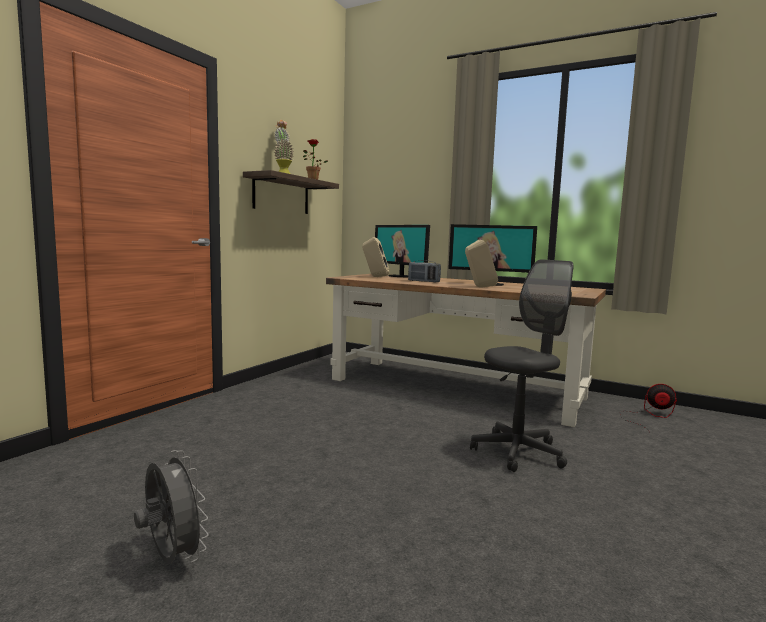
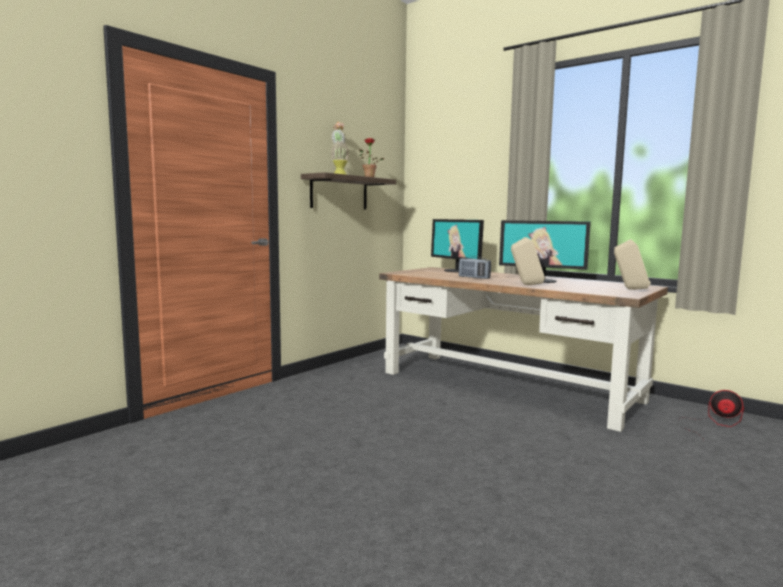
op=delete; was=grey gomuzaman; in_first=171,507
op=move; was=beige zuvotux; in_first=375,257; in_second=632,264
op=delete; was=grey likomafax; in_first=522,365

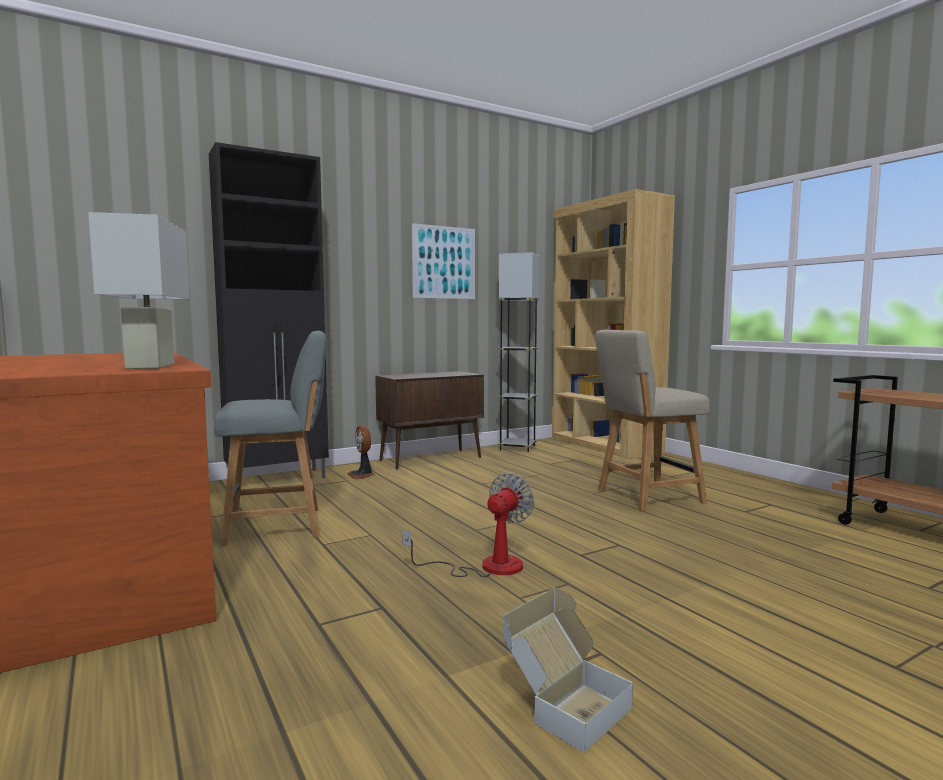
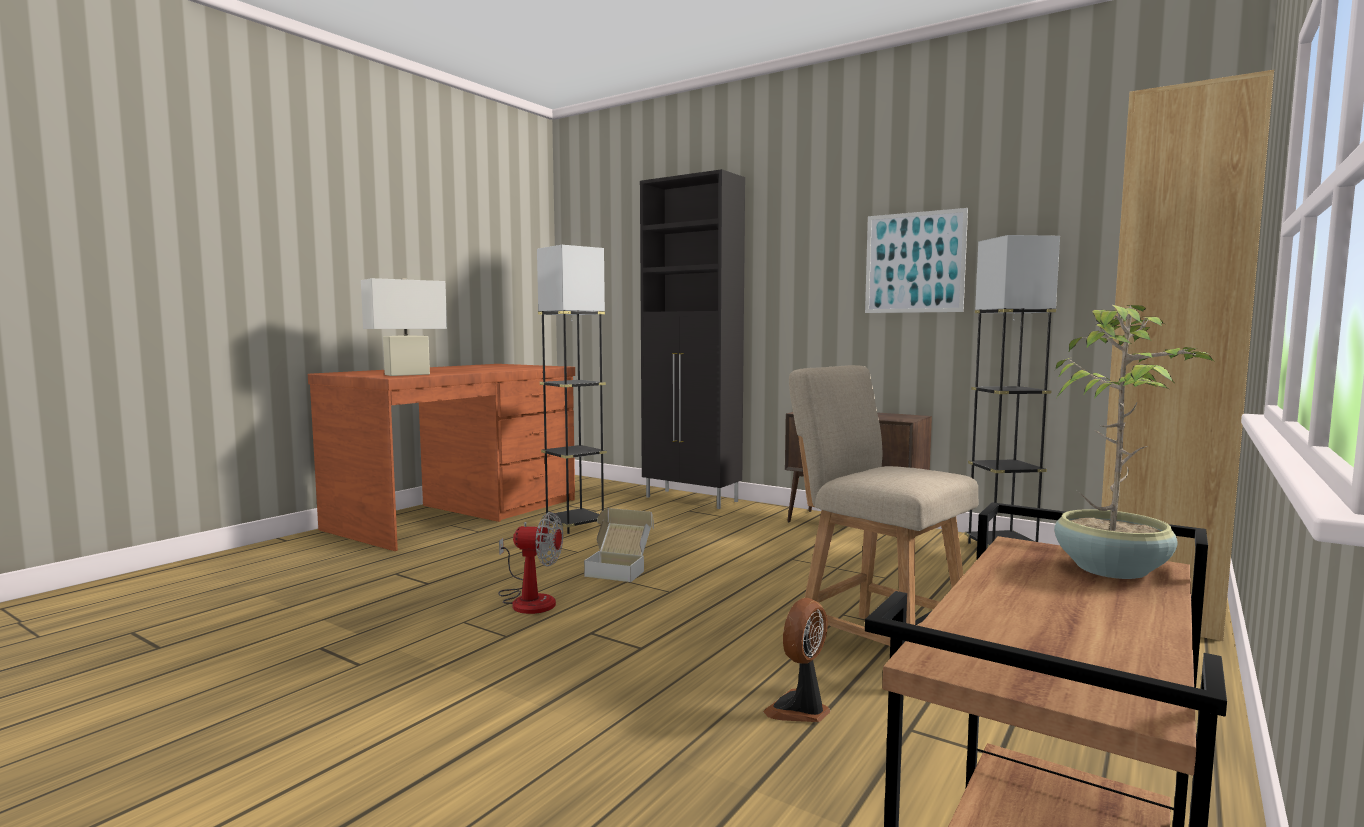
op=replace; was=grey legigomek; now=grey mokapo; in_first=270,438; in_second=572,389
op=move; was=gomuzaman; in_first=361,452; in_second=796,660
op=move; was=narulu; in_first=568,670; in_second=619,545
op=insert; now=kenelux; in_second=1134,442

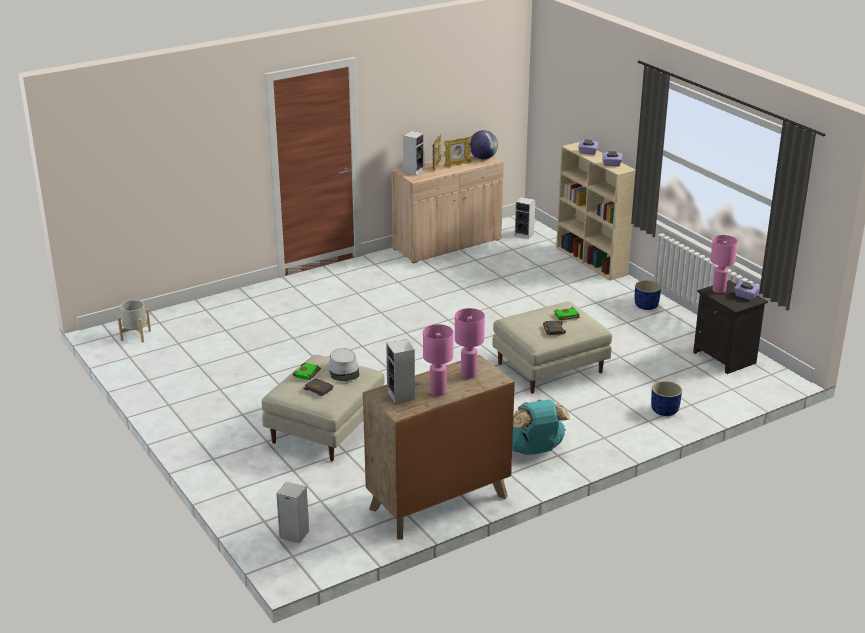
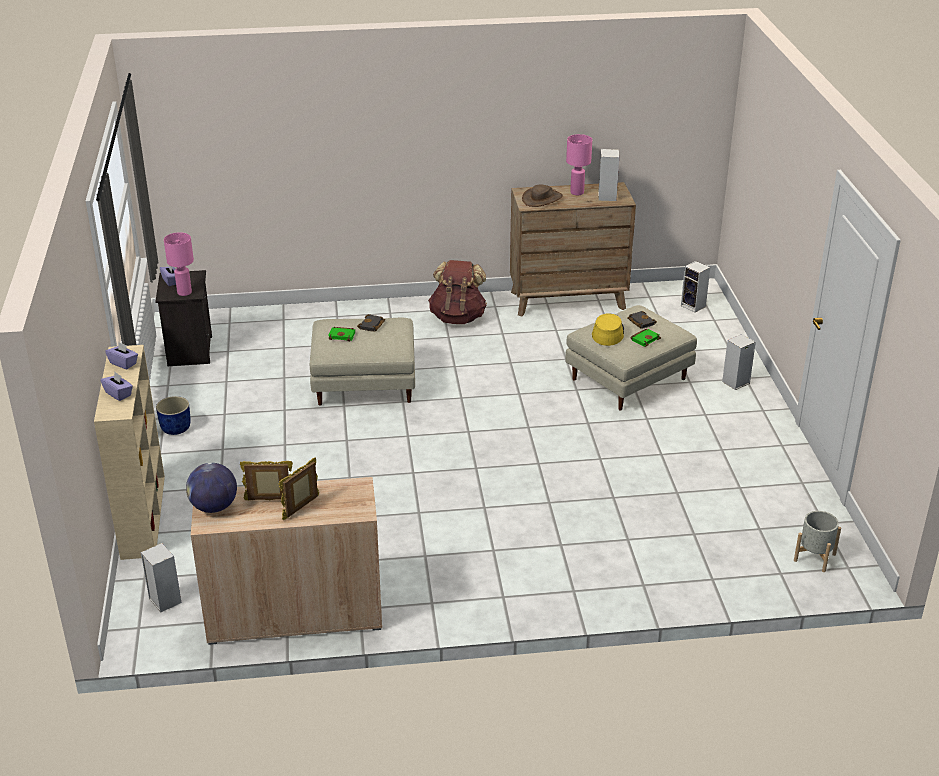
op=recolor; was=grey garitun; now=yellow garitun; in_first=344,364; in_second=608,329
op=move; was=zuvotux; in_first=413,153; in_second=739,362
op=replace; was=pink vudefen; now=brown garitun; in_first=470,343; in_second=542,195
op=recolor; was=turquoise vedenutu; now=brown vedenutu; in_first=541,427; in_second=457,292
op=delete; was=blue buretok; in_first=666,398

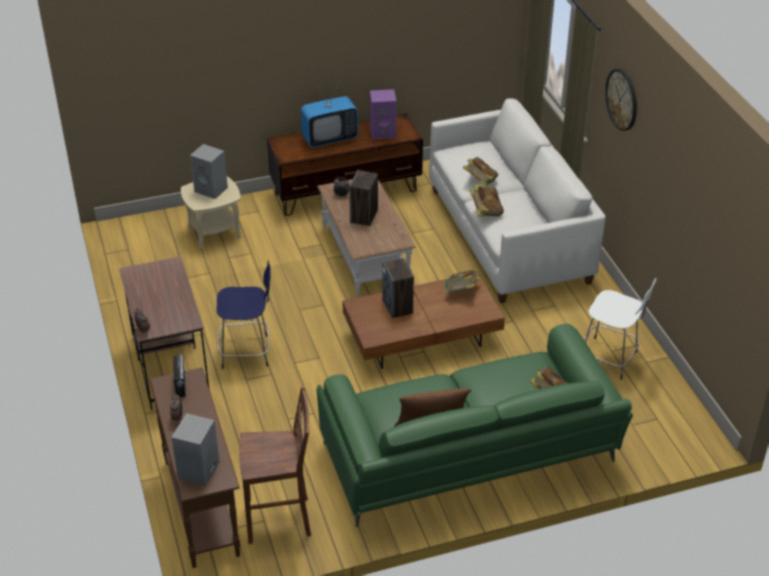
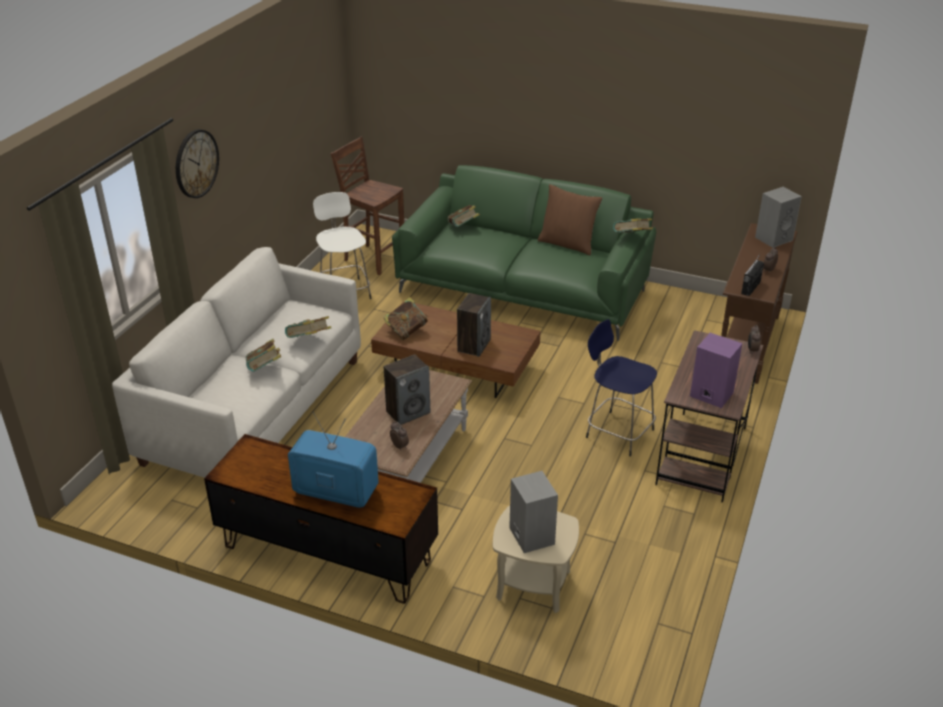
op=move; was=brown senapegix; in_first=275,465; in_second=367,206
op=move; was=purple zuvotux; in_first=383,114; in_second=716,370
op=insert; now=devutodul; in_second=633,225

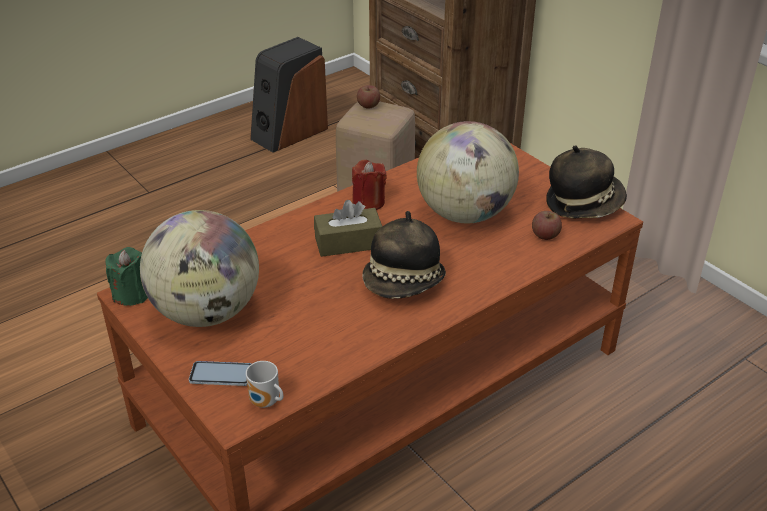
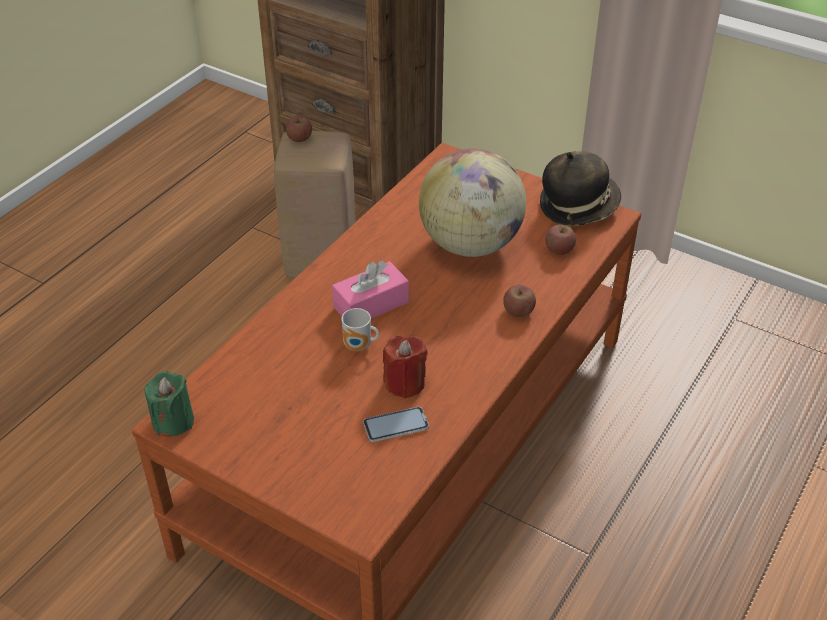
op=delete; was=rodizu; in_first=199,268
op=move; was=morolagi; in_first=220,373; in_second=396,424
op=move; was=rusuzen; in_first=265,384; in_second=360,329
op=delete; was=zuvotux; in_first=289,95
op=recolor; was=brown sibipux; now=pink sibipux; in_first=348,228; in_second=370,289
op=move; was=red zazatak; in_first=369,185; in_second=405,367
op=delete; was=garitun; in_first=404,255
op=insert; now=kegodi; in_second=519,301

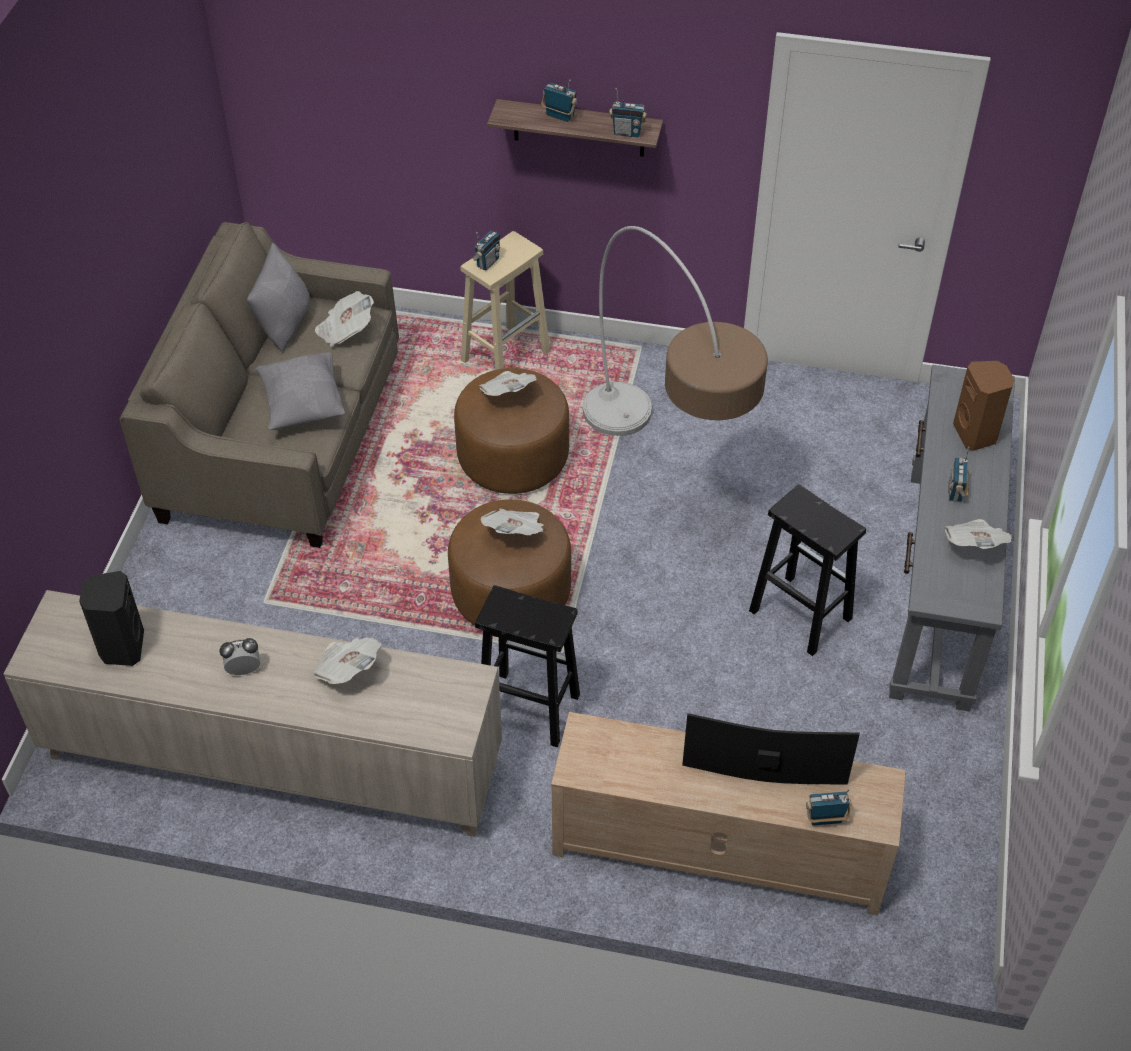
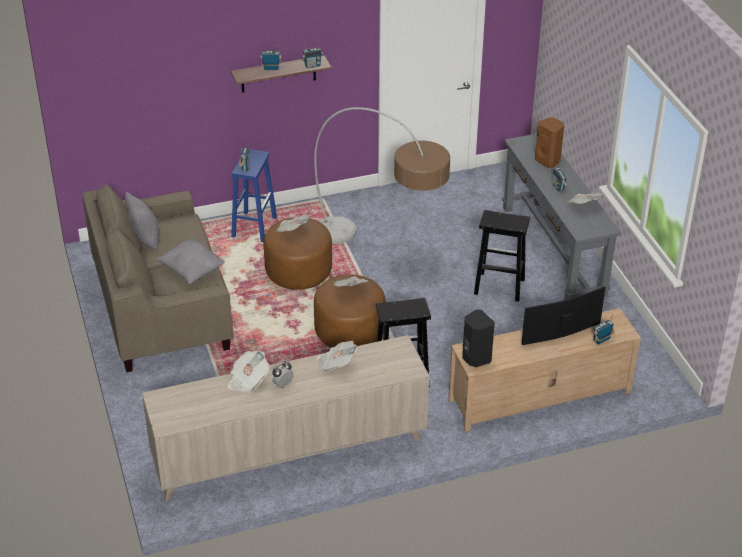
op=move; was=black zuvotux; in_first=111,618; in_second=479,338
op=move; was=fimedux; in_first=344,319; in_second=249,372
op=recolor; was=beige senapegix; now=blue senapegix; in_first=505,300; in_second=254,195

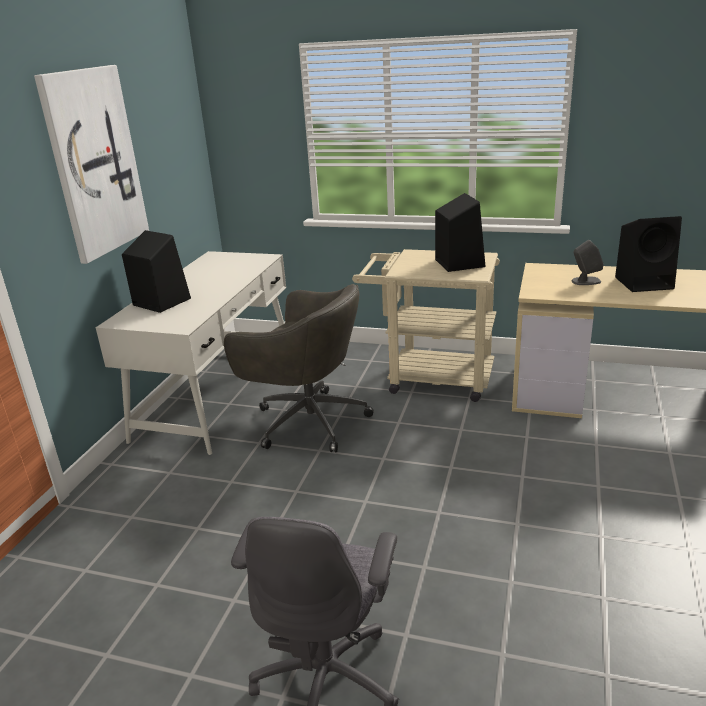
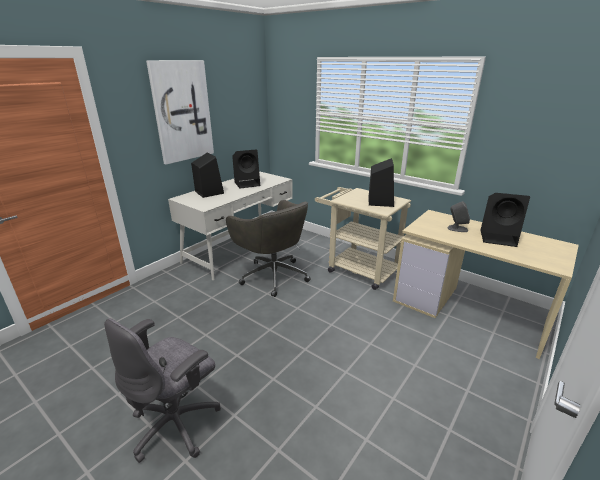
op=insert; now=black zuvotux; in_second=246,168

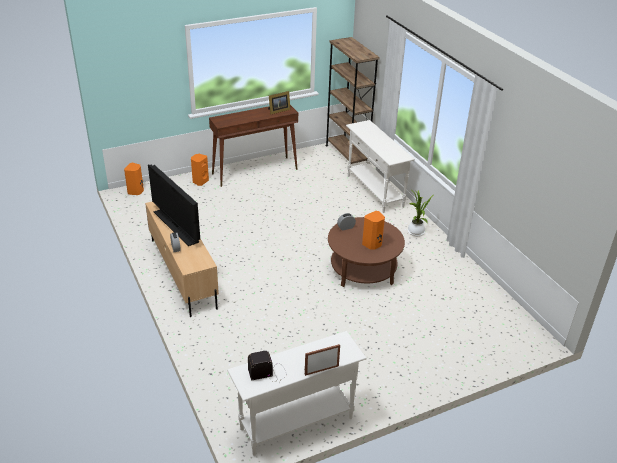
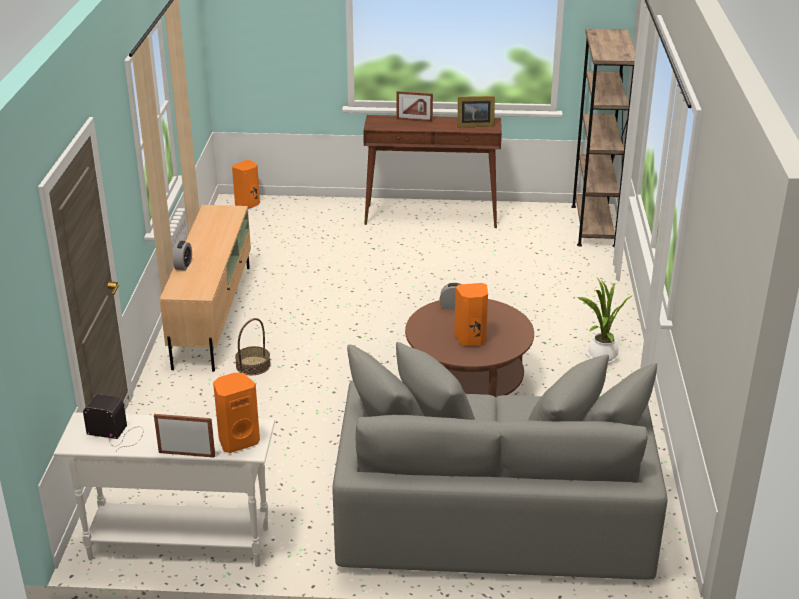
op=delete; was=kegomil; in_first=174,205
op=move; was=orange zuvotux; in_first=200,170; in_second=236,413
op=delete; was=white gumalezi; in_first=380,166
op=insert; now=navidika; in_second=253,346
op=insert; now=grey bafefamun; in_second=499,461
op=insert; now=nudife; in_second=415,106

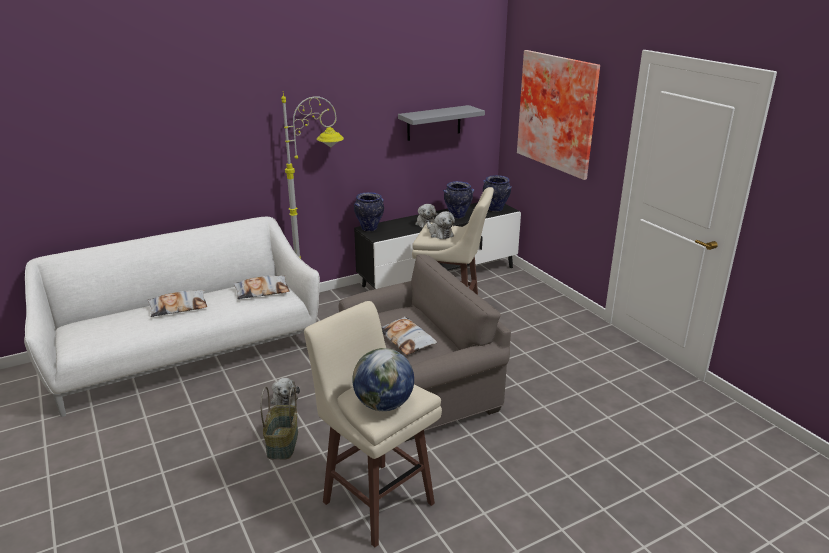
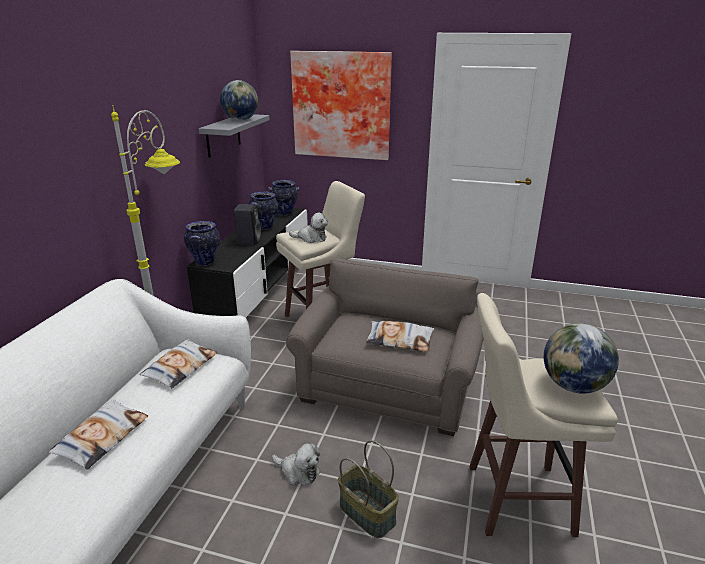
op=replace; was=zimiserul; now=black zuvotux; in_first=426,216; in_second=247,224
op=insert; now=rodizu; in_second=239,100

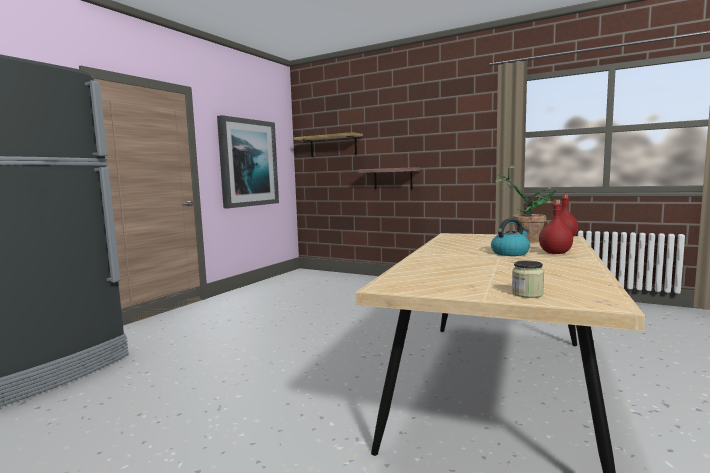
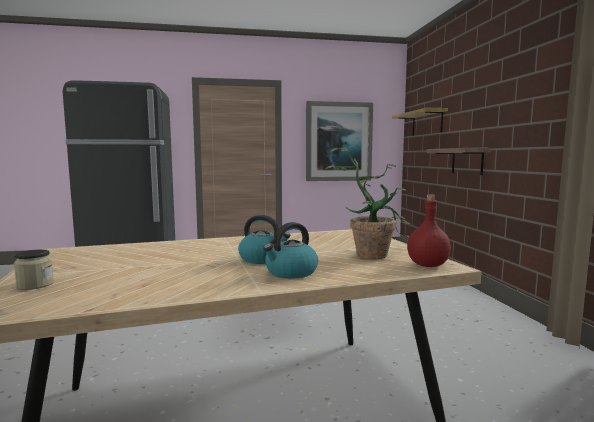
op=replace; was=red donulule; now=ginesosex; in_first=556,226; in_second=290,250

